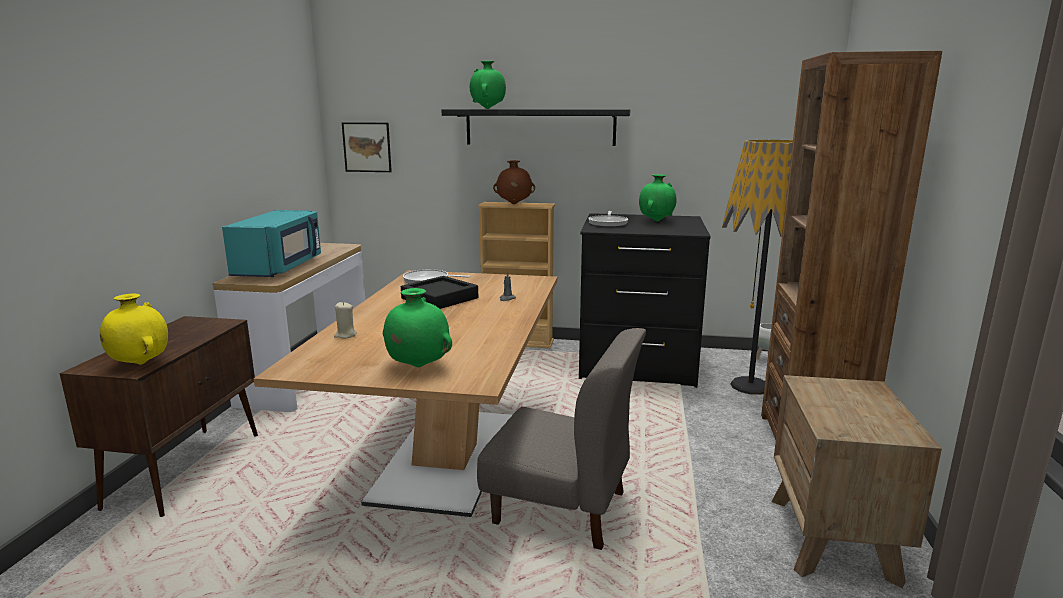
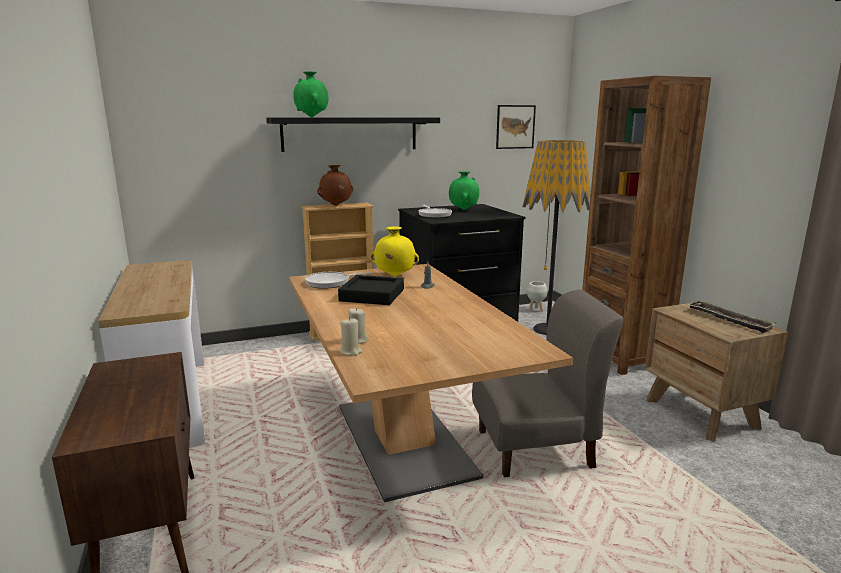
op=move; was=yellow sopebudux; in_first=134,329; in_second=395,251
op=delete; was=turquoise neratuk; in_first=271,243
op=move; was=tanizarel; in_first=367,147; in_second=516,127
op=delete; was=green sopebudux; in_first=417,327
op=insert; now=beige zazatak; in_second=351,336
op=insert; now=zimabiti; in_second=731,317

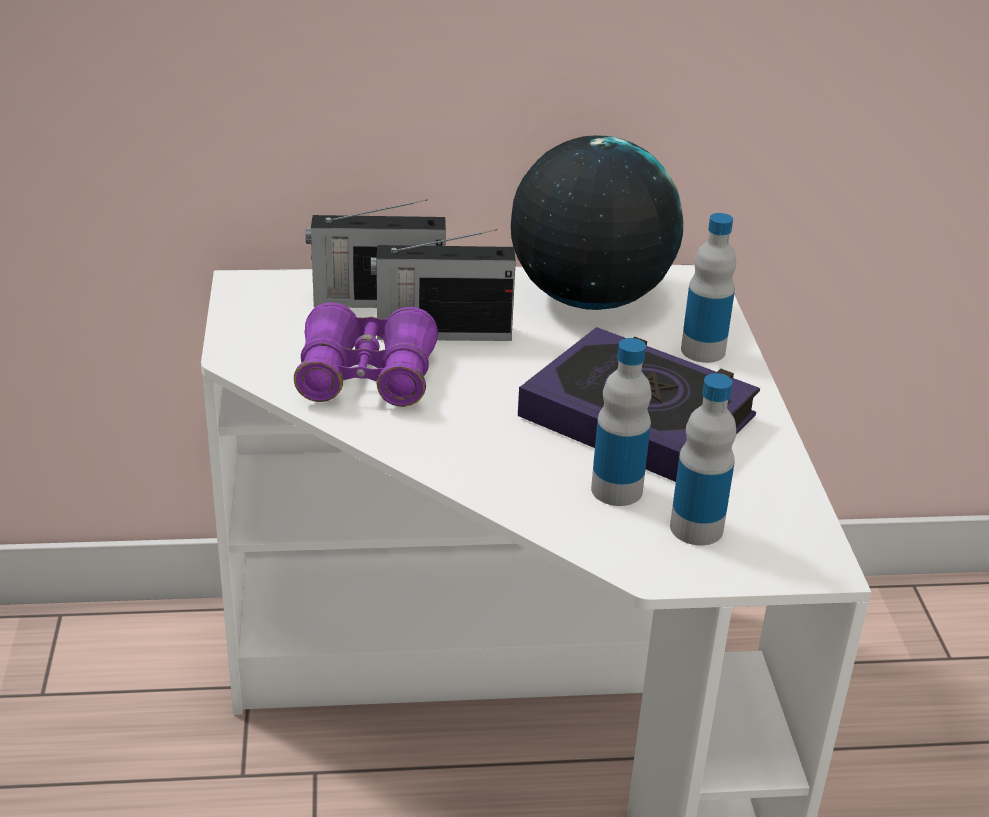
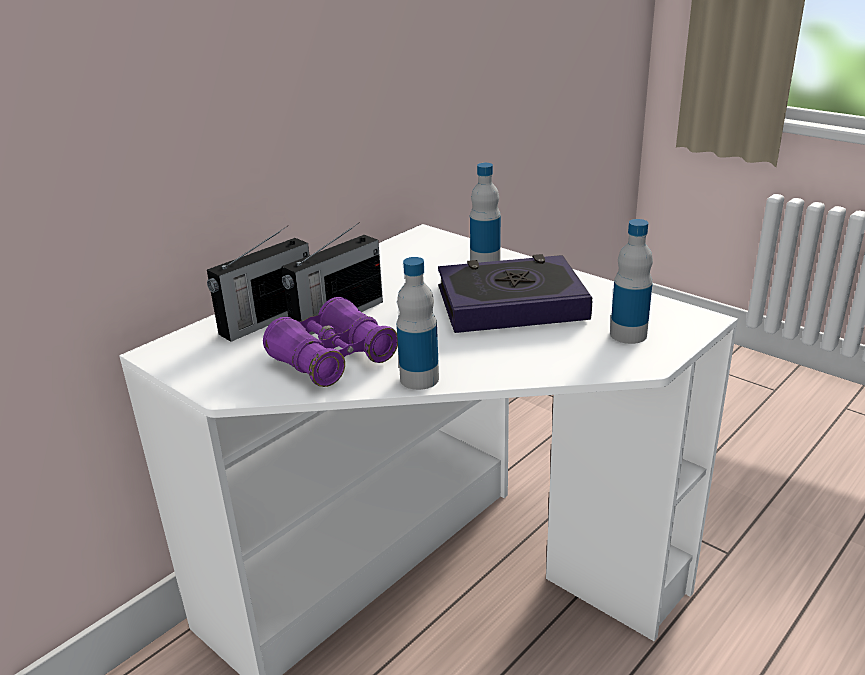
op=delete; was=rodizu; in_first=597,222
op=move; was=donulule; in_first=621,422; in_second=418,323

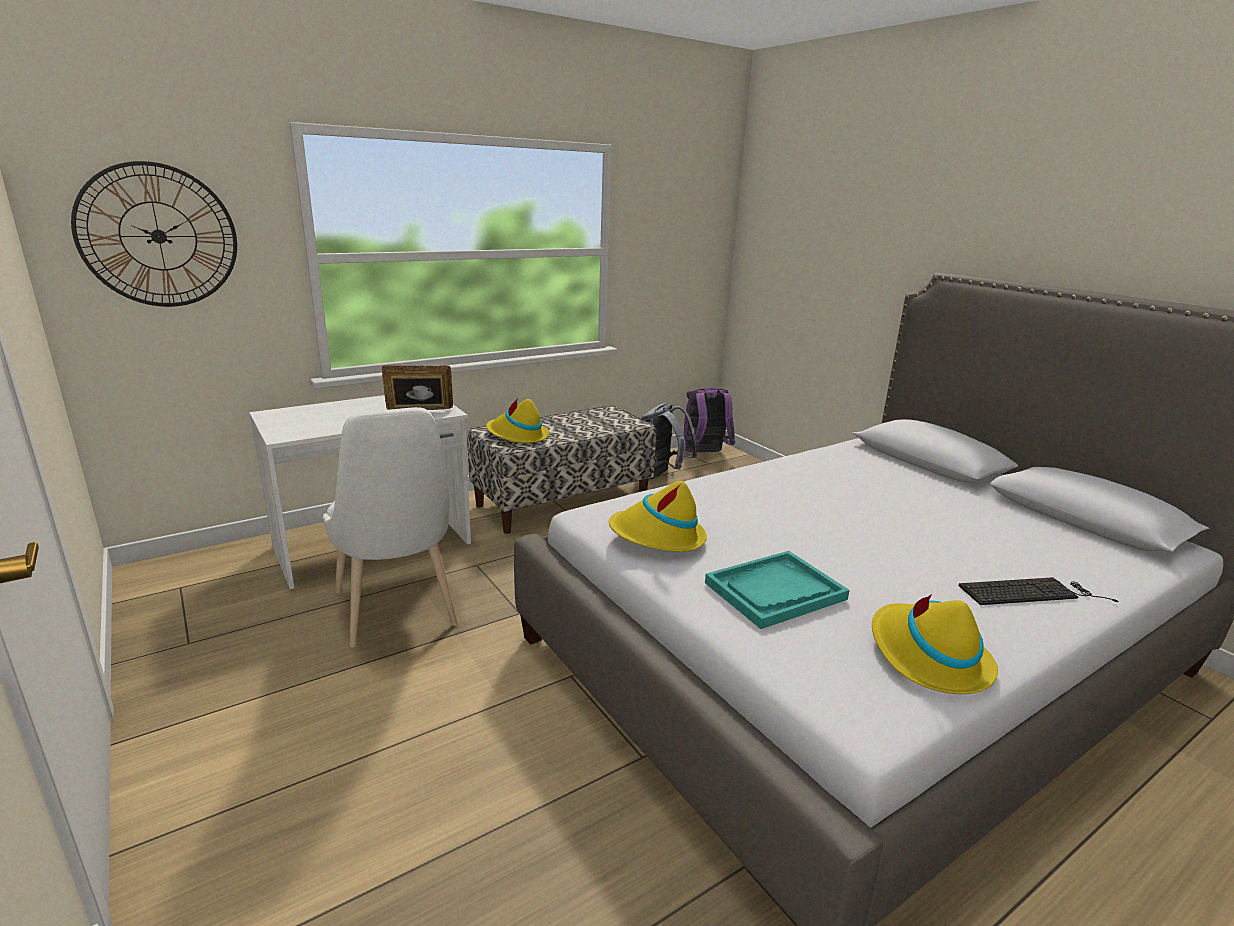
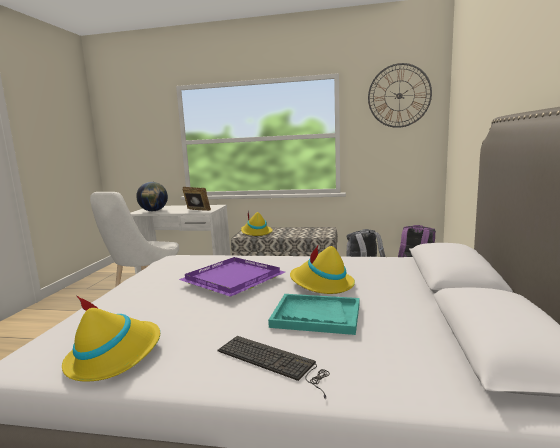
op=move; was=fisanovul; in_first=154,234; in_second=400,95
op=move; was=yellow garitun; in_first=658,516; in_second=322,270
op=move; was=turquoise zimabiti; in_first=777,590; in_second=313,314
op=insert; now=rodizu; in_second=152,196
op=insert; now=purple zimabiti; in_second=232,277

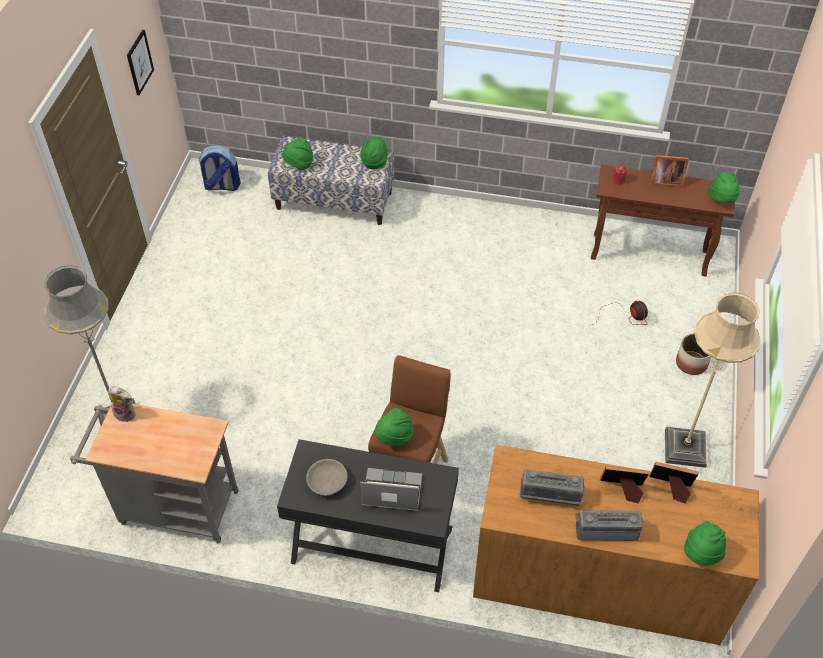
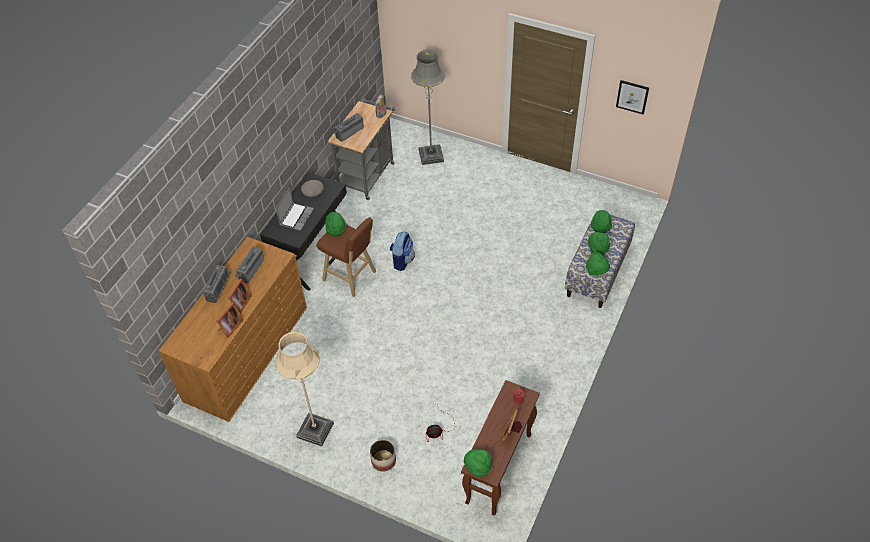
op=move; was=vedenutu; in_first=219,168; in_second=402,251
op=move; was=green garitun; in_first=705,543; in_second=599,243
op=insert; now=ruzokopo; in_second=348,127

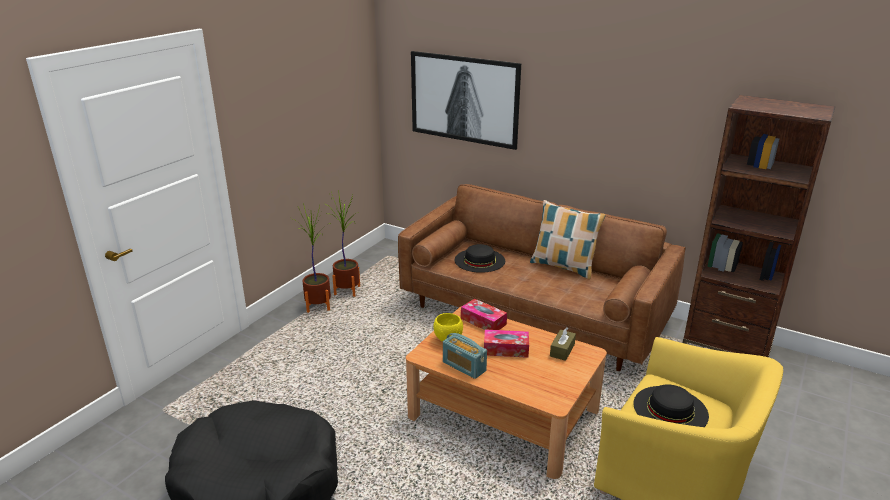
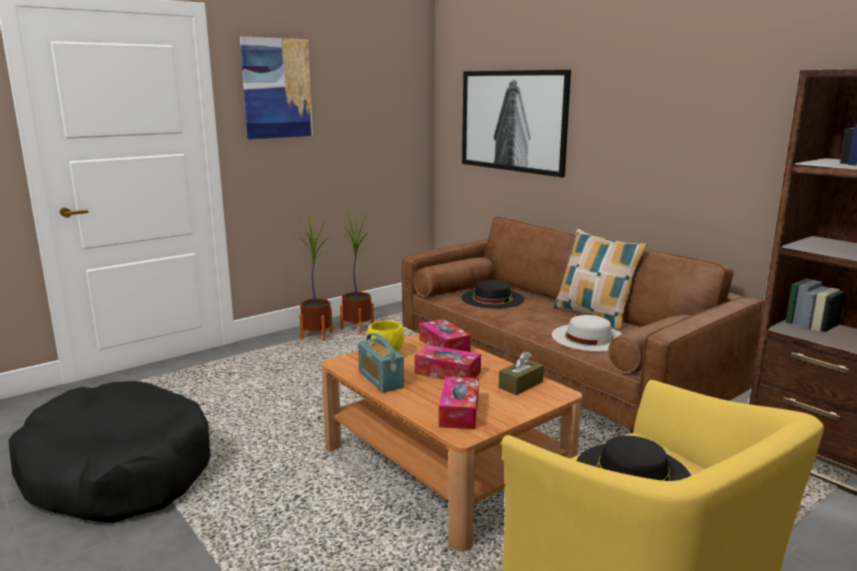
op=insert; now=tanizarel; in_second=276,87
op=insert; now=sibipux; in_second=459,402
op=insert; now=white garitun; in_second=587,333

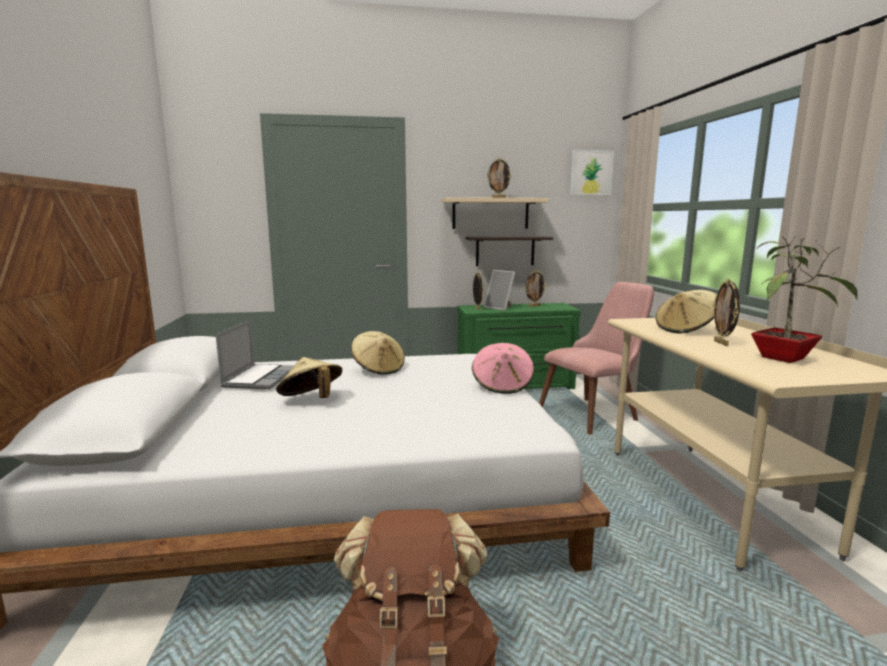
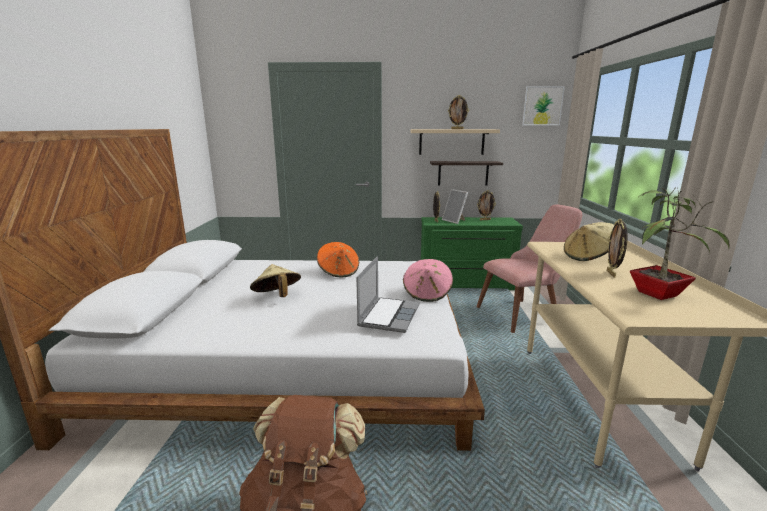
op=move; was=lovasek; in_first=255,354; in_second=388,294
op=recolor; was=beige garitun; now=orange garitun; in_first=378,353; in_second=338,259

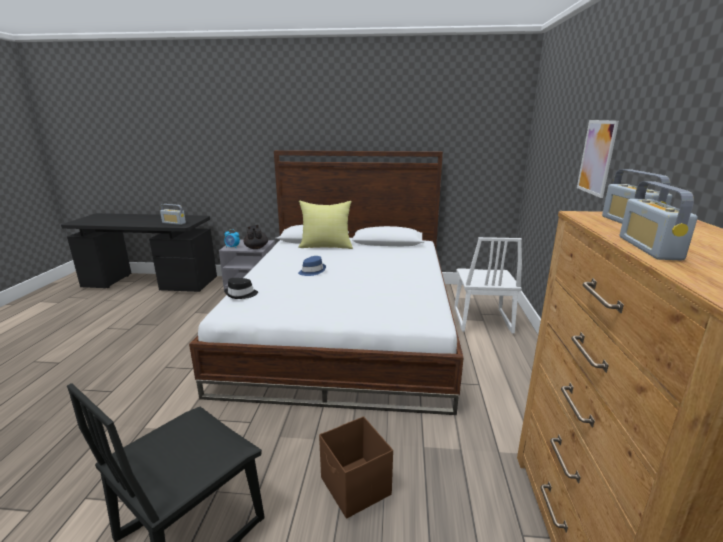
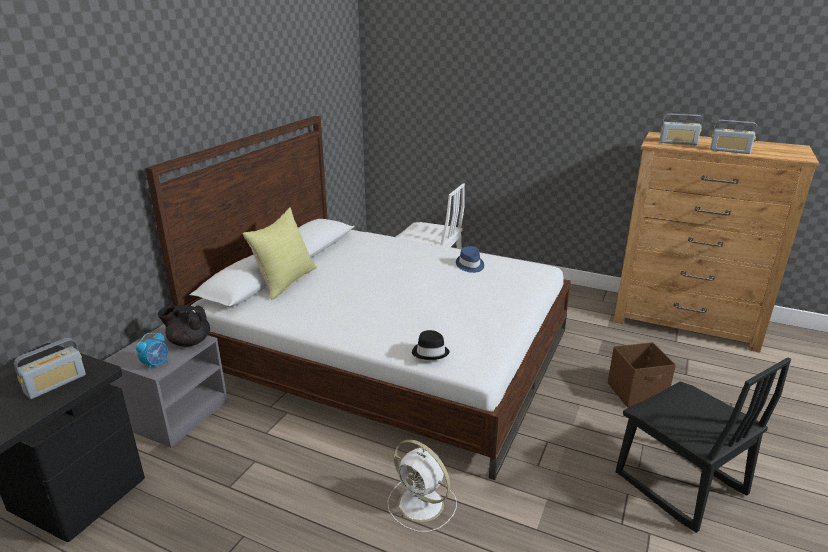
op=move; was=blue garitun; in_first=312,266; in_second=470,259
op=delete; was=tanizarel; in_first=598,159
op=insert; now=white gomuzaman; in_second=422,485

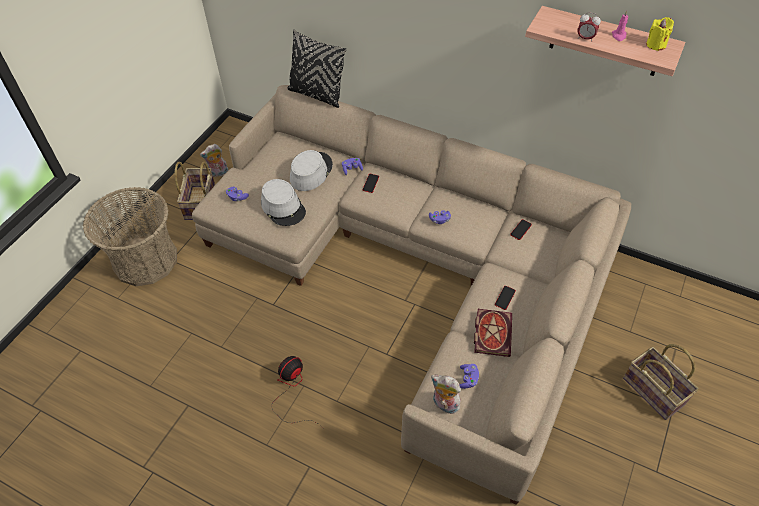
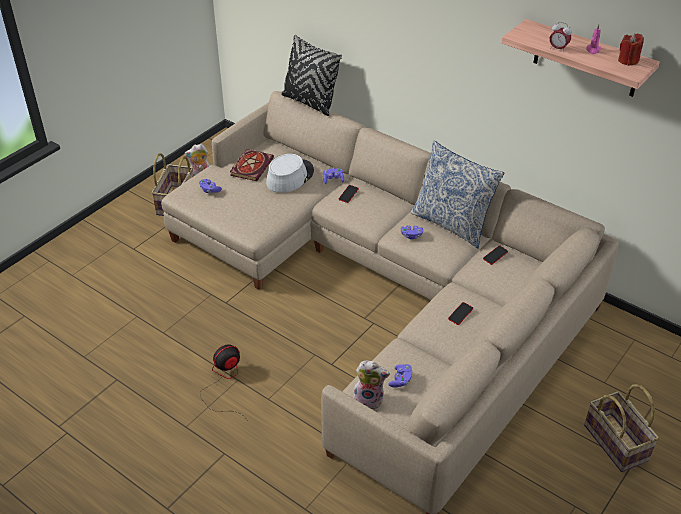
op=delete; was=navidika; in_first=130,236
op=delete; was=grey garitun; in_first=283,202
op=rotate; was=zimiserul; in_first=446,394; in_second=371,385; clockwise=150
op=move; was=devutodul; in_first=493,333; in_second=252,165
op=recolor; was=yellow zazatak; now=red zazatak; in_first=660,34; in_second=631,49
op=insert; now=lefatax; in_second=457,194

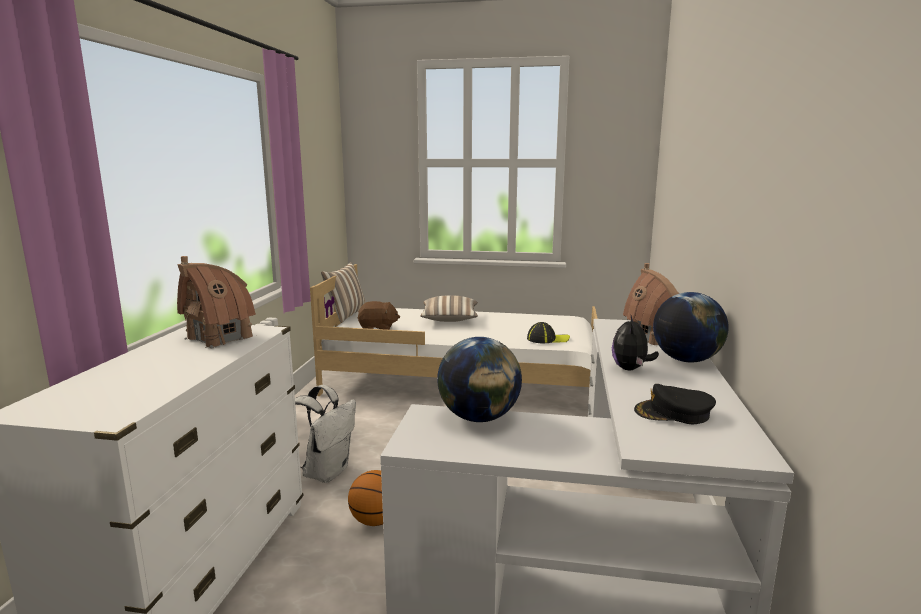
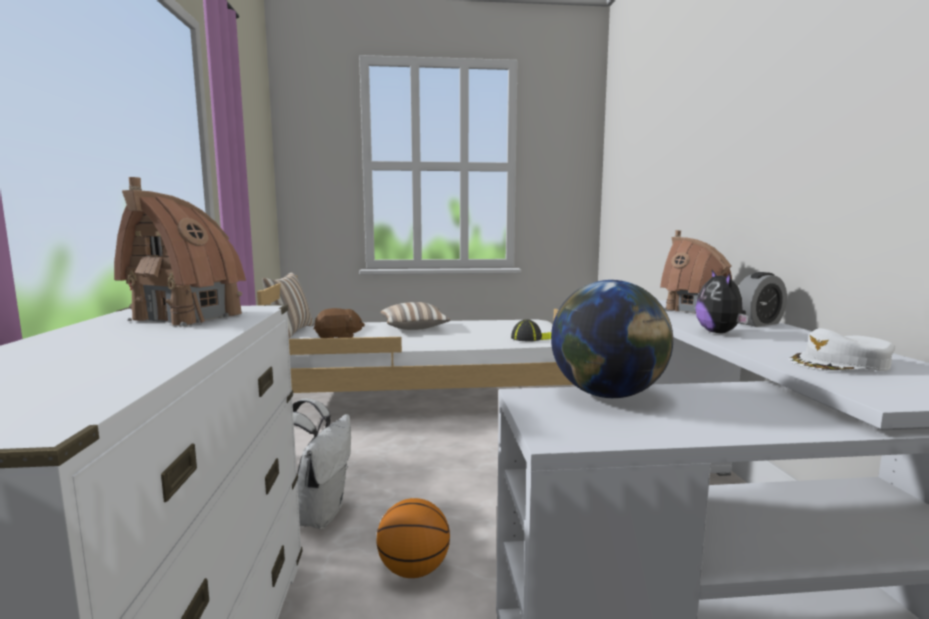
op=recolor; was=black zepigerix; now=white zepigerix; in_first=675,404; in_second=842,349
op=replace; was=rodizu; now=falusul; in_first=691,327; in_second=762,299

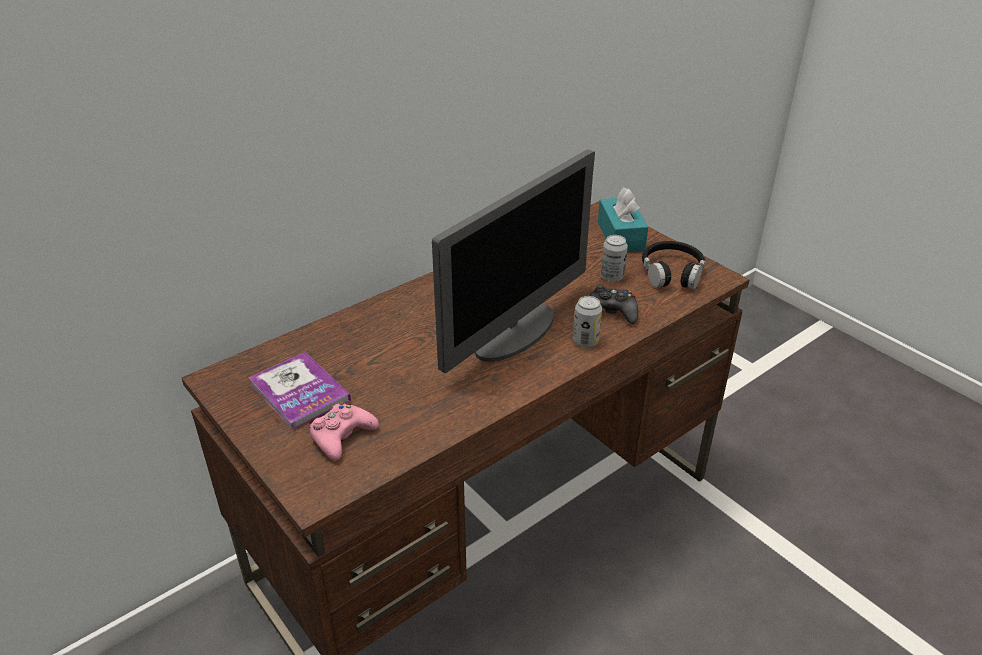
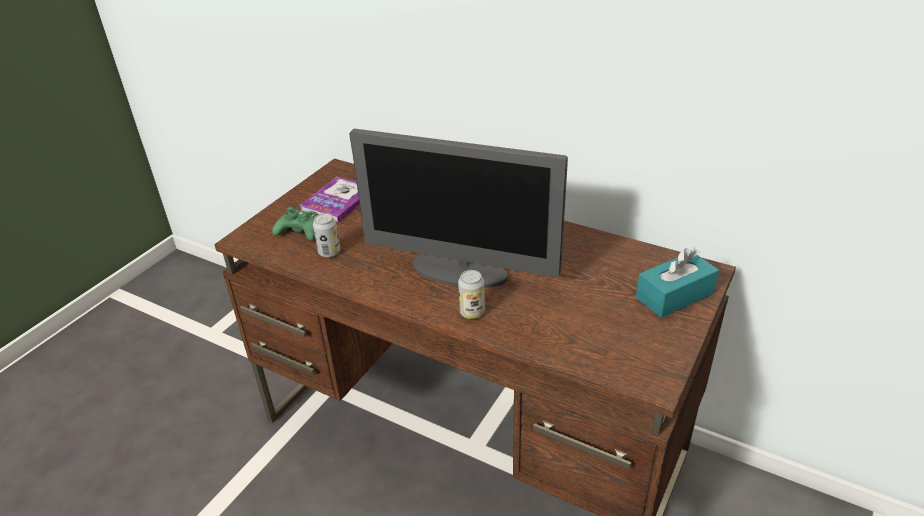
op=recolor; was=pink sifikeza; now=green sifikeza; in_first=344,431; in_second=295,224
op=delete; was=black sifikeza; in_first=613,304
op=move; was=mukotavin; in_first=614,258; in_second=326,235
op=delete; was=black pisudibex; in_first=673,265

